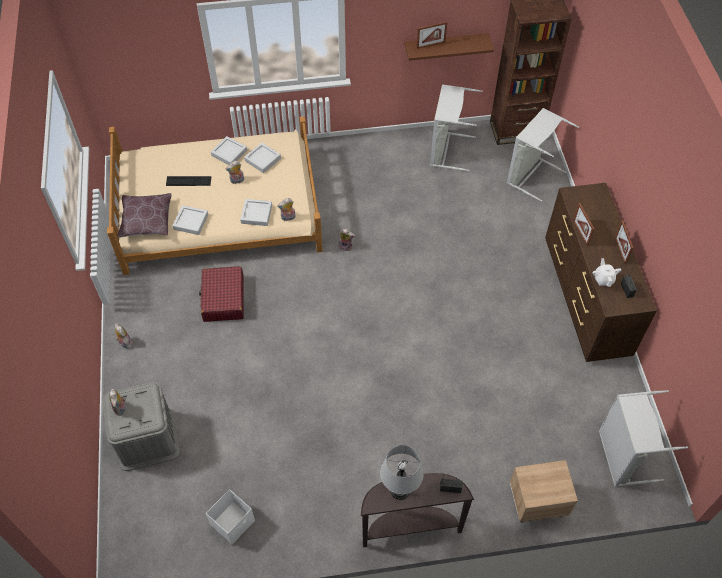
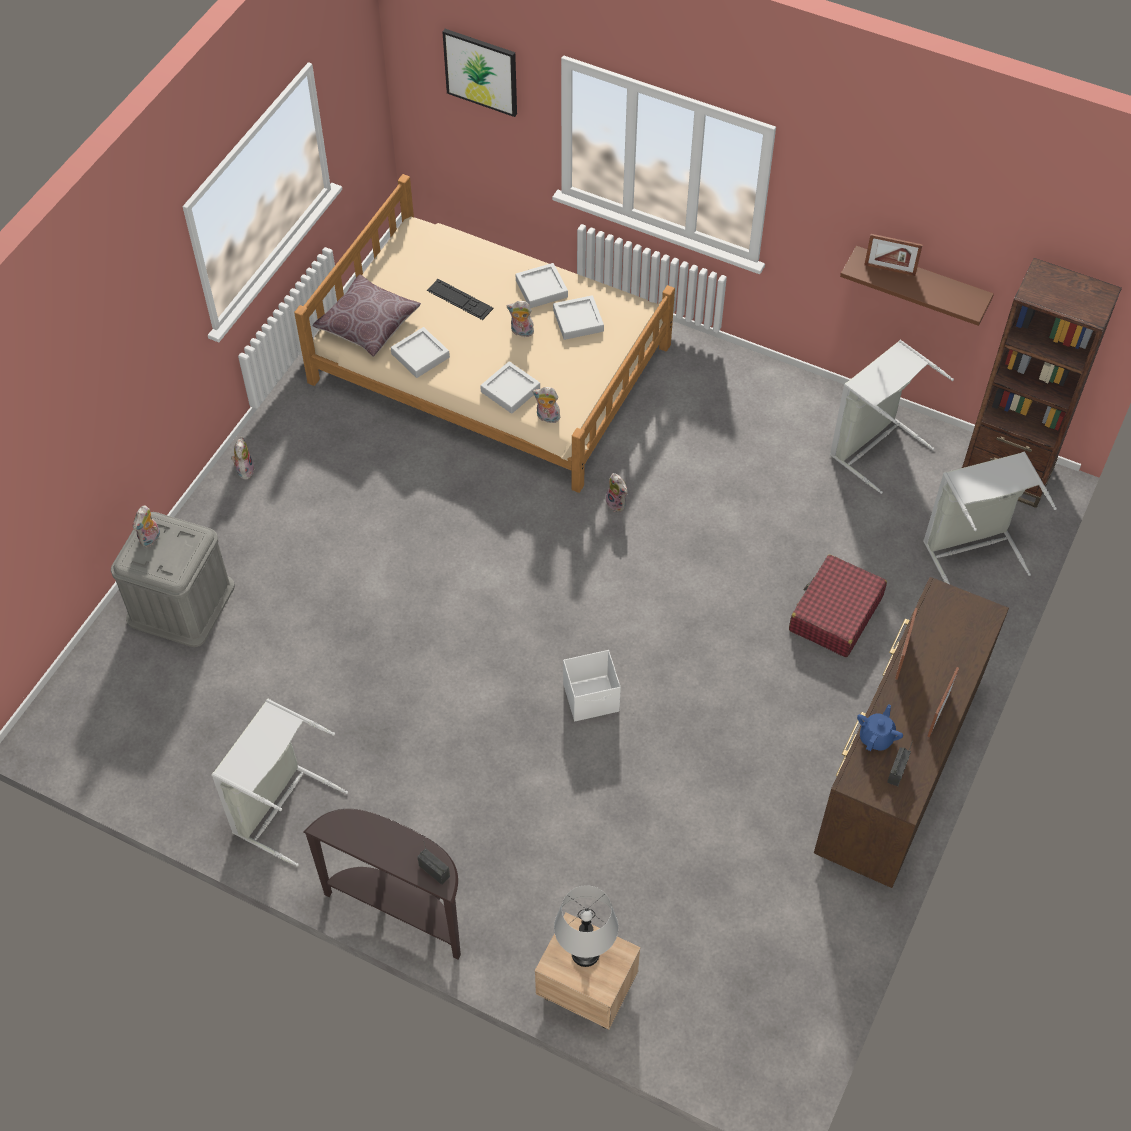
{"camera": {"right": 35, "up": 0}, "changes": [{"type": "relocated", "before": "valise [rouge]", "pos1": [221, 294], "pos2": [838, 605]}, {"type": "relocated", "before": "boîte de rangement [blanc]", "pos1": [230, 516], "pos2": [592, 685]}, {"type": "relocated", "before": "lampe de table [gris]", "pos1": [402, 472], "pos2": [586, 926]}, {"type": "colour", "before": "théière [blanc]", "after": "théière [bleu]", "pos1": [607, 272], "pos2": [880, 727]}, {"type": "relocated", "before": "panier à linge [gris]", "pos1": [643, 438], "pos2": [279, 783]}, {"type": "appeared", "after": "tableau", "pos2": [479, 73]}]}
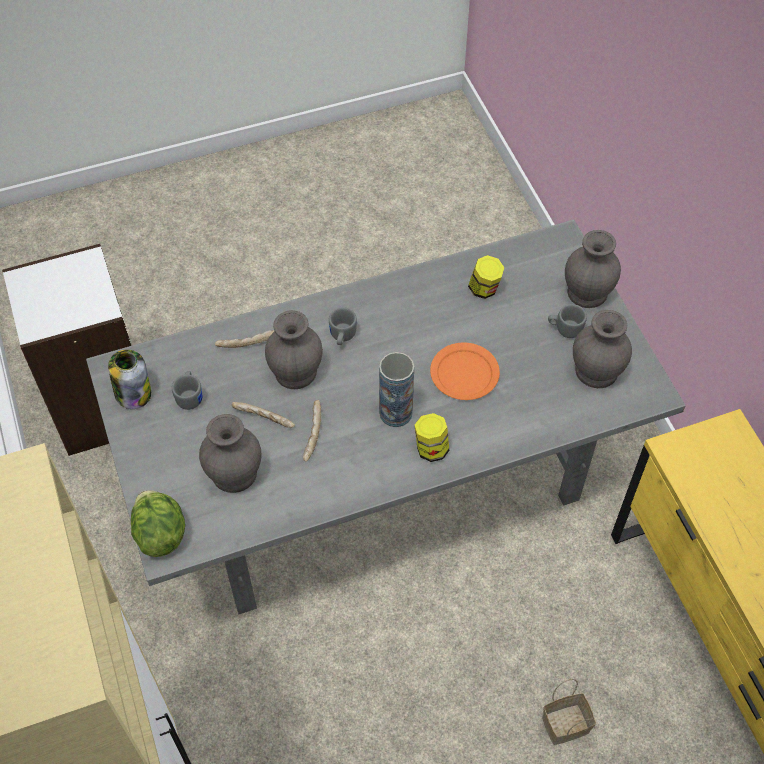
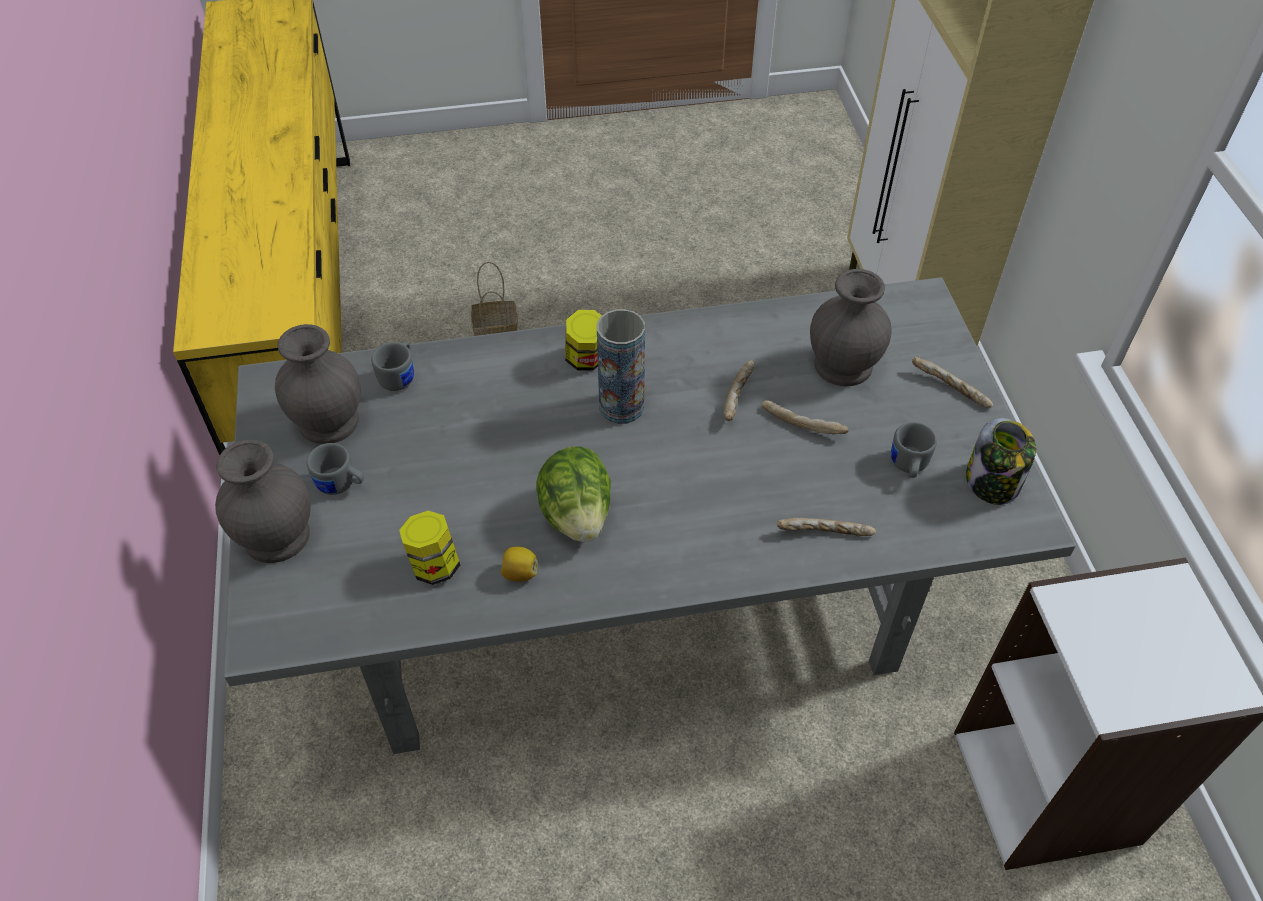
{"camera": {"right": -170, "up": -5}, "changes": [{"type": "relocated", "before": "laitue", "pos1": [158, 523], "pos2": [573, 494]}, {"type": "missing", "before": "vase [gris]", "pos1": [294, 349]}, {"type": "relocated", "before": "mug [gris]", "pos1": [343, 326], "pos2": [392, 366]}, {"type": "missing", "before": "assiette [orange]", "pos1": [465, 371]}, {"type": "appeared", "after": "citron", "pos2": [519, 564]}, {"type": "appeared", "after": "pain", "pos2": [952, 382]}]}
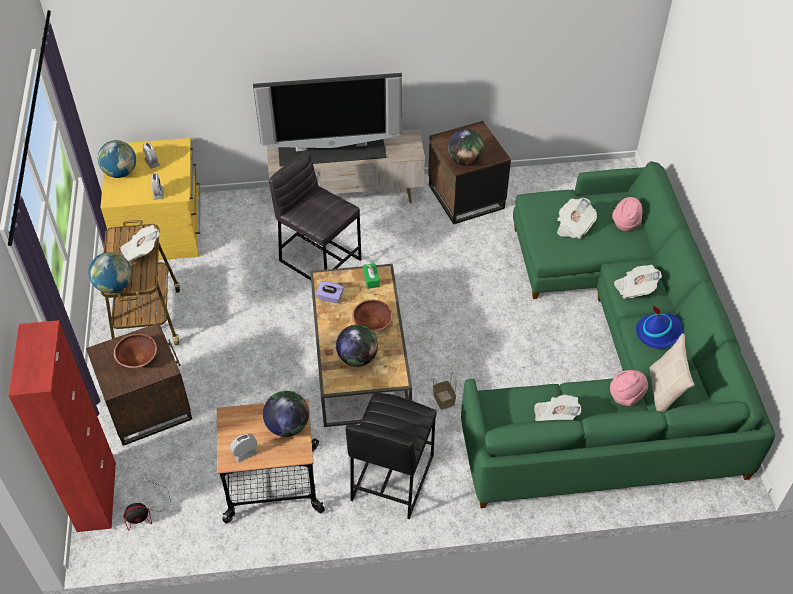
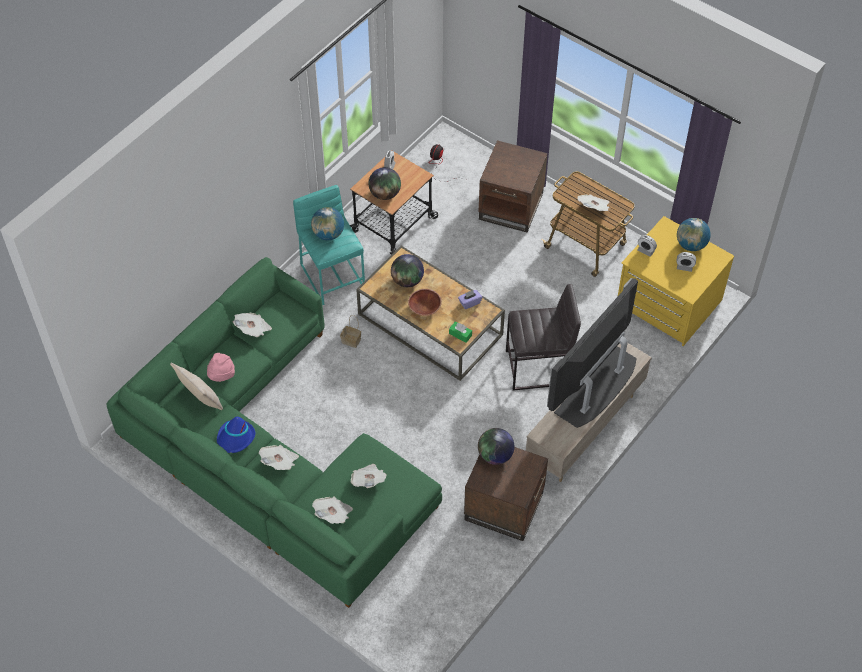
{"camera": {"right": 135, "up": 5}, "changes": [{"type": "missing", "before": "meuble de rangement [rouge]", "pos1": [62, 426]}, {"type": "relocated", "before": "globe", "pos1": [110, 272], "pos2": [327, 223]}, {"type": "missing", "before": "bol [marron]", "pos1": [135, 351]}, {"type": "colour", "before": "tabouret [noir]", "after": "tabouret [turquoise]", "pos1": [391, 455], "pos2": [329, 245]}, {"type": "exchanged", "before": "chapeau [rose]", "after": "journal", "pos1": [627, 214], "pos2": [332, 510]}]}
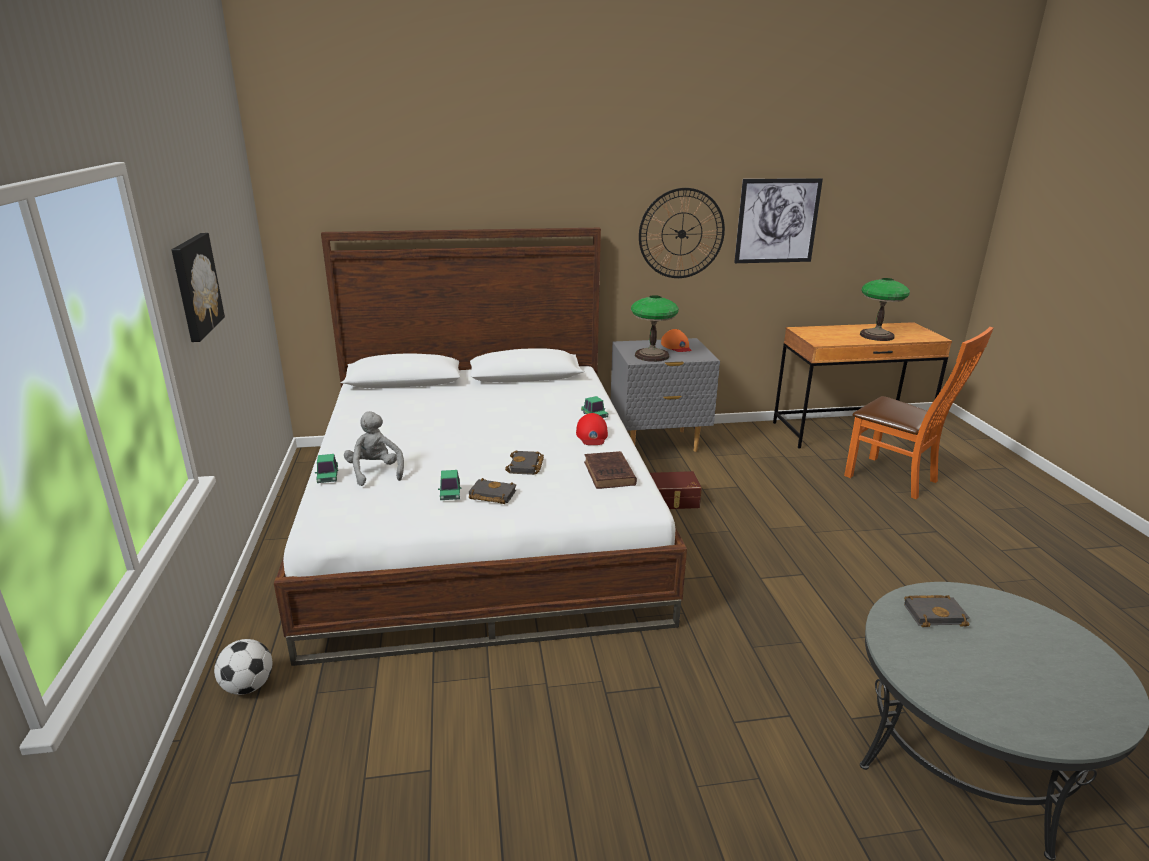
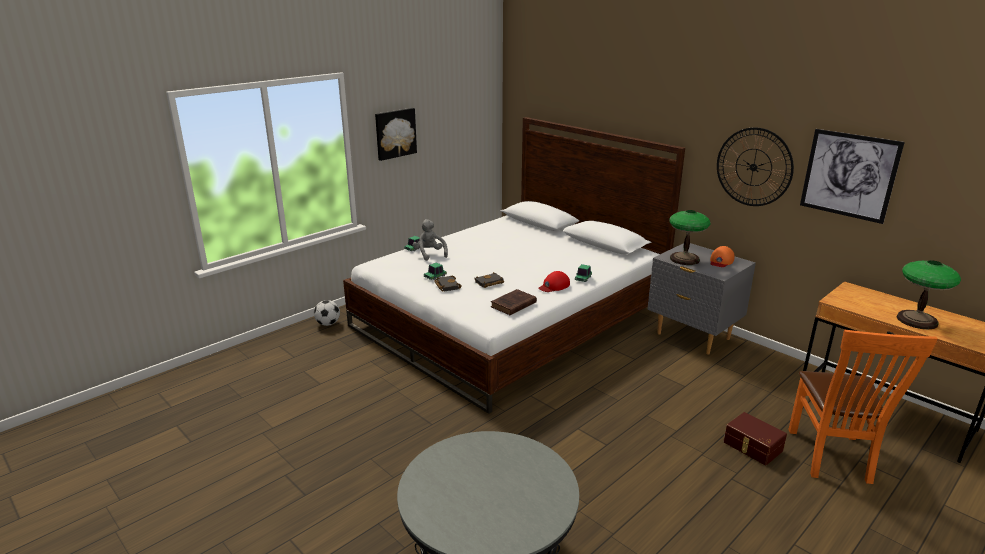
{"camera": {"right": 55, "up": 0}, "changes": [{"type": "spun", "before": "peluche [gris]", "pos1": [374, 448], "pos2": [430, 240], "turn": -60}, {"type": "relocated", "before": "boîte de rangement [marron]", "pos1": [676, 490], "pos2": [755, 438]}, {"type": "missing", "before": "livre [noir]", "pos1": [937, 611]}]}
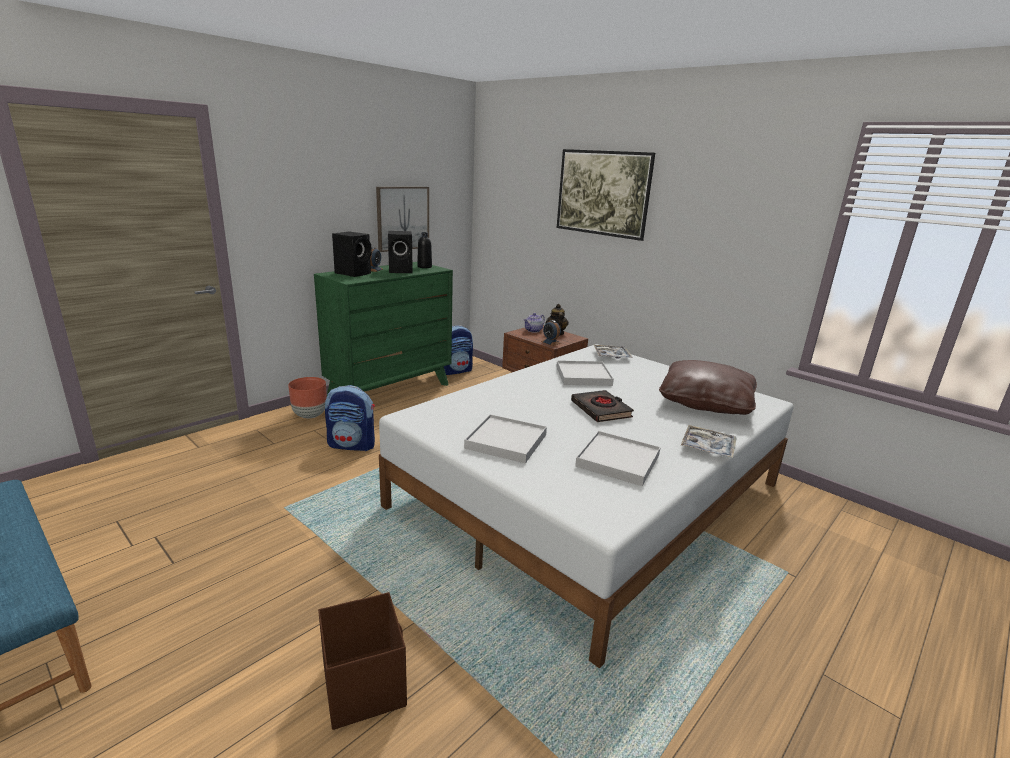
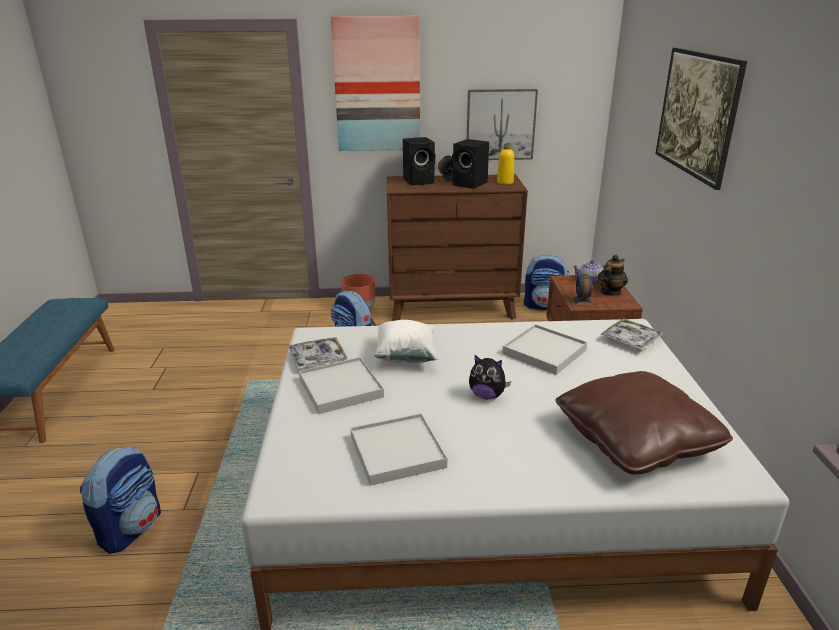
{"camera": {"right": 45, "up": 5}, "changes": [{"type": "colour", "before": "commode [vert]", "after": "commode [marron]", "pos1": [383, 328], "pos2": [457, 247]}, {"type": "exchanged", "before": "boîte de rangement [marron]", "after": "sac à dos", "pos1": [362, 661], "pos2": [120, 500]}, {"type": "colour", "before": "bouteille [noir]", "after": "bouteille [jaune]", "pos1": [424, 250], "pos2": [505, 164]}, {"type": "exchanged", "before": "livre [noir]", "after": "peluche", "pos1": [602, 406], "pos2": [490, 377]}, {"type": "relocated", "before": "plateau", "pos1": [709, 441], "pos2": [318, 353]}, {"type": "appeared", "after": "tableau", "pos2": [375, 83]}, {"type": "appeared", "after": "coussin [blanc]", "pos2": [406, 342]}]}
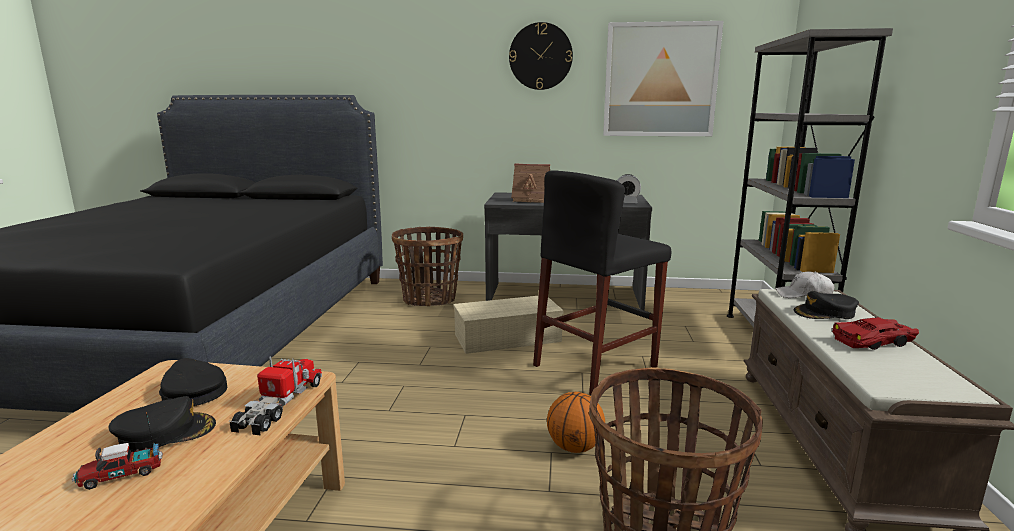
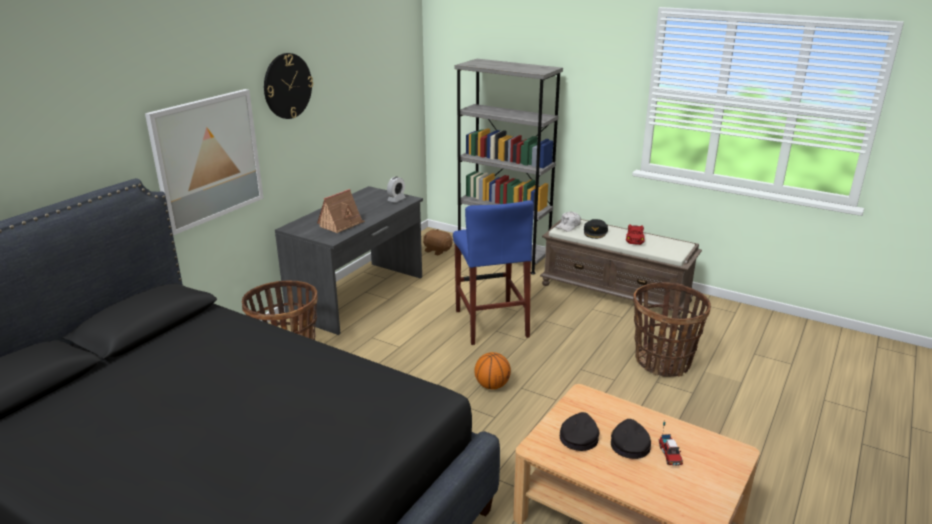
{"camera": {"right": -65, "up": 10}, "changes": [{"type": "spun", "before": "casquette [noir]", "pos1": [193, 382], "pos2": [579, 431], "turn": 135}, {"type": "missing", "before": "camion jouet", "pos1": [275, 396]}, {"type": "missing", "before": "boîte de rangement [beige]", "pos1": [508, 325]}, {"type": "colour", "before": "tabouret [noir]", "after": "tabouret [bleu]", "pos1": [602, 282], "pos2": [493, 272]}, {"type": "relocated", "before": "ballon de basket", "pos1": [576, 422], "pos2": [492, 370]}, {"type": "relocated", "before": "tableau", "pos1": [663, 78], "pos2": [204, 162]}, {"type": "appeared", "after": "peluche [marron]", "pos2": [438, 242]}]}
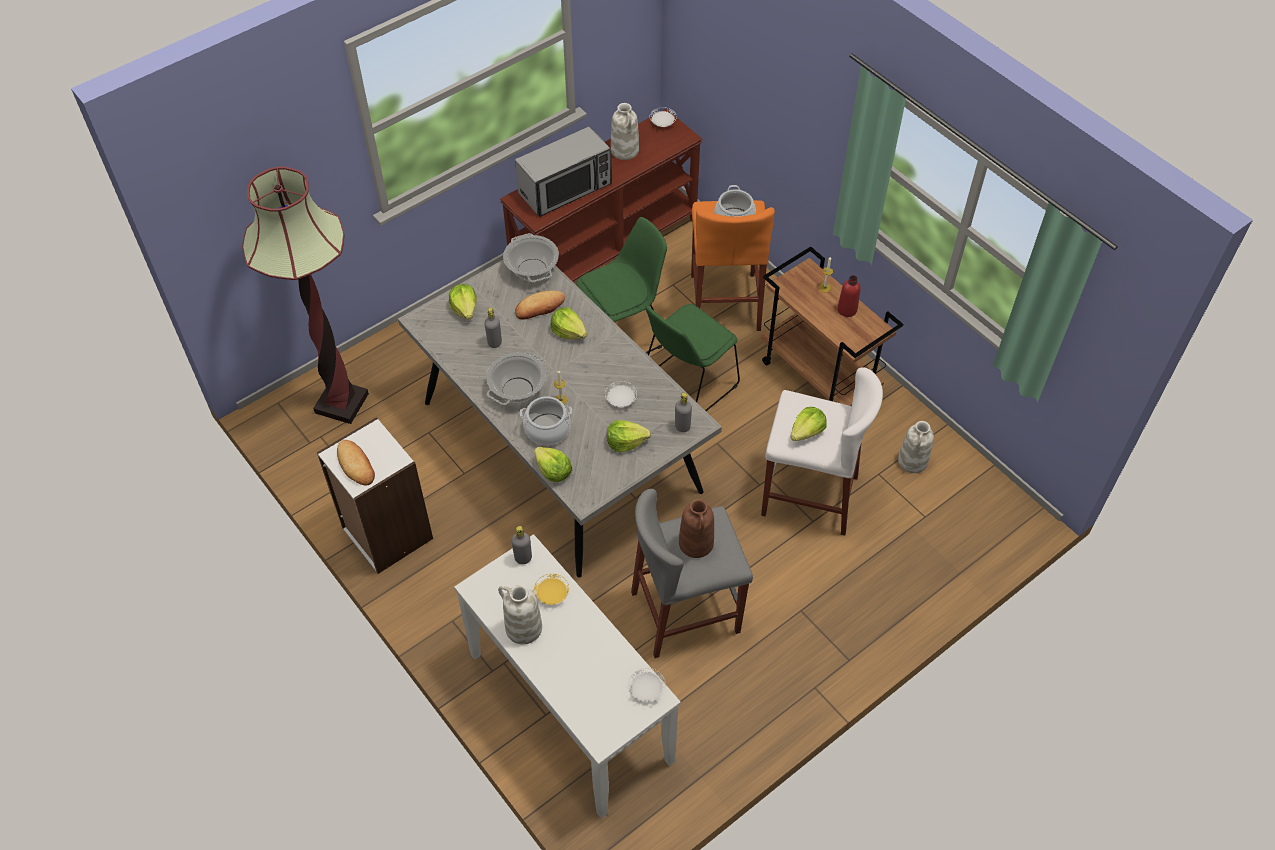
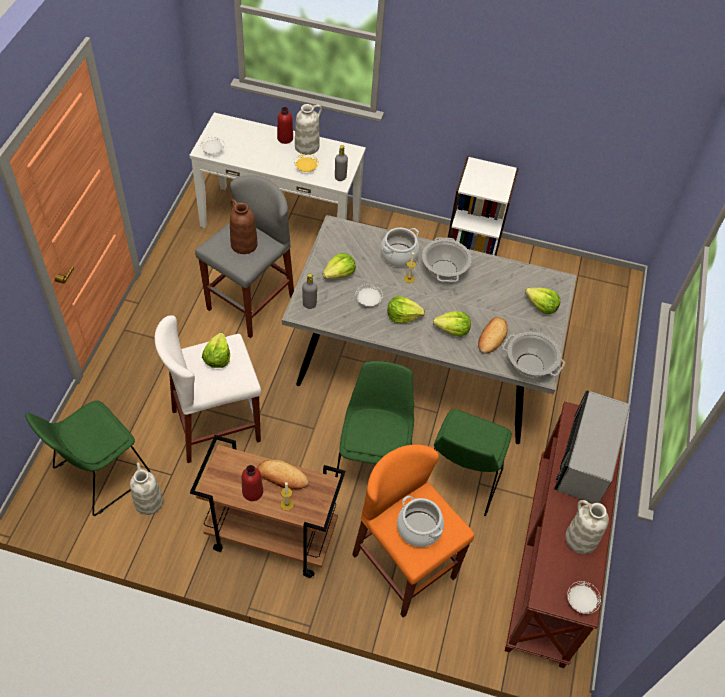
{"camera": {"right": 140, "up": 0}, "changes": [{"type": "missing", "before": "lampadaire", "pos1": [305, 295]}, {"type": "relocated", "before": "pain", "pos1": [356, 463], "pos2": [282, 474]}, {"type": "missing", "before": "bouteille [gris]", "pos1": [493, 328]}, {"type": "relocated", "before": "laitue", "pos1": [553, 464], "pos2": [406, 309]}, {"type": "appeared", "after": "chaise [vert]", "pos2": [87, 458]}, {"type": "appeared", "after": "bouteille [rouge]", "pos2": [285, 125]}]}
